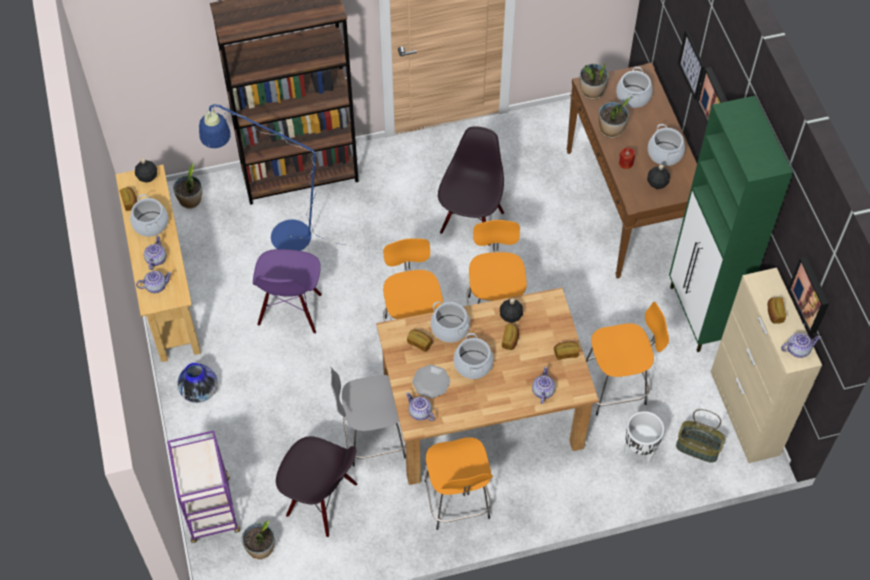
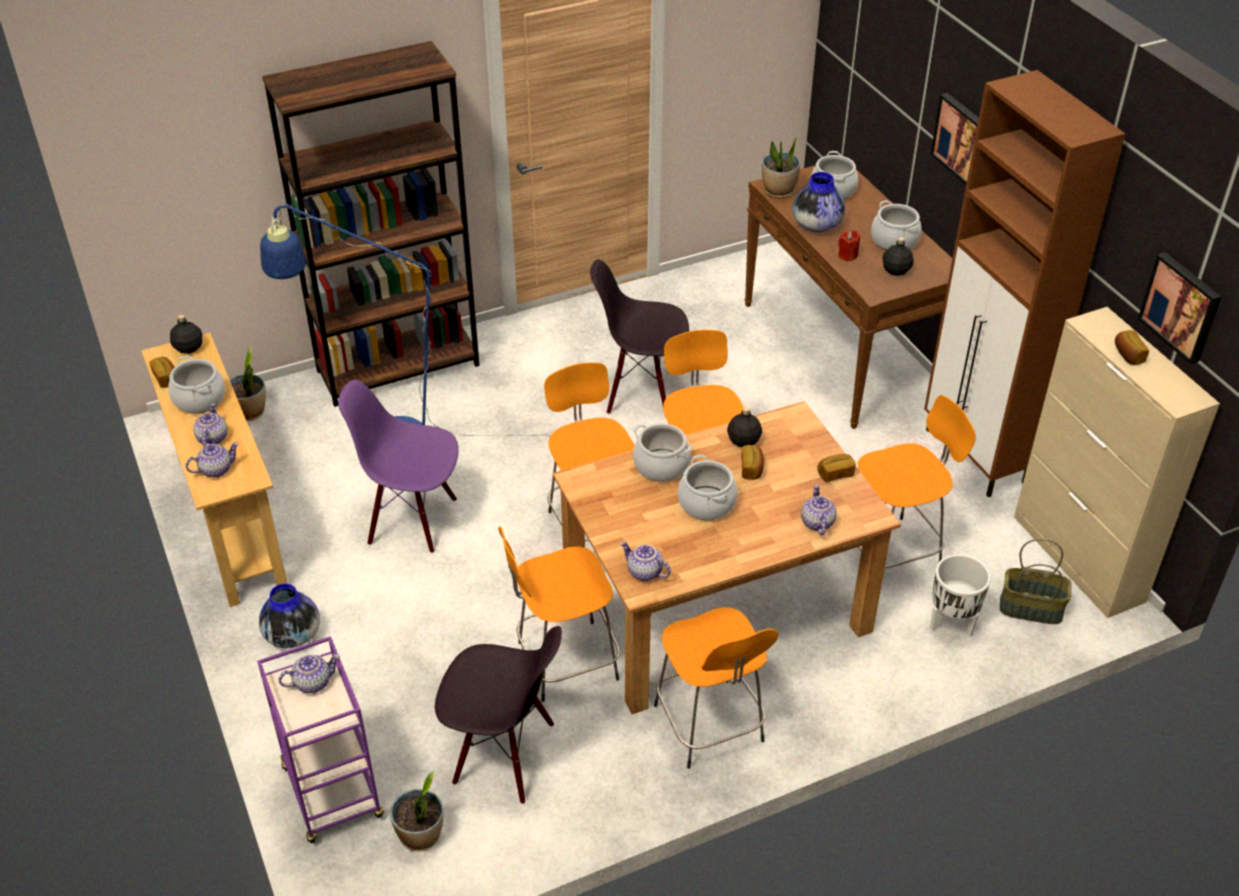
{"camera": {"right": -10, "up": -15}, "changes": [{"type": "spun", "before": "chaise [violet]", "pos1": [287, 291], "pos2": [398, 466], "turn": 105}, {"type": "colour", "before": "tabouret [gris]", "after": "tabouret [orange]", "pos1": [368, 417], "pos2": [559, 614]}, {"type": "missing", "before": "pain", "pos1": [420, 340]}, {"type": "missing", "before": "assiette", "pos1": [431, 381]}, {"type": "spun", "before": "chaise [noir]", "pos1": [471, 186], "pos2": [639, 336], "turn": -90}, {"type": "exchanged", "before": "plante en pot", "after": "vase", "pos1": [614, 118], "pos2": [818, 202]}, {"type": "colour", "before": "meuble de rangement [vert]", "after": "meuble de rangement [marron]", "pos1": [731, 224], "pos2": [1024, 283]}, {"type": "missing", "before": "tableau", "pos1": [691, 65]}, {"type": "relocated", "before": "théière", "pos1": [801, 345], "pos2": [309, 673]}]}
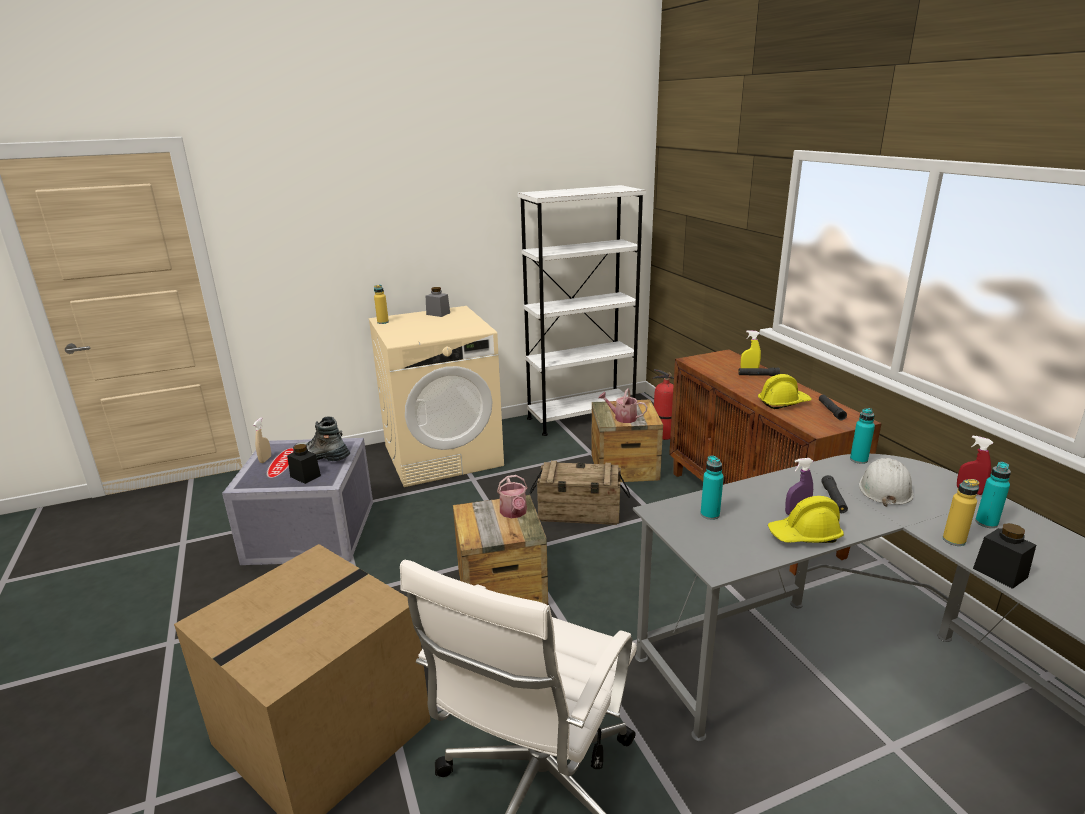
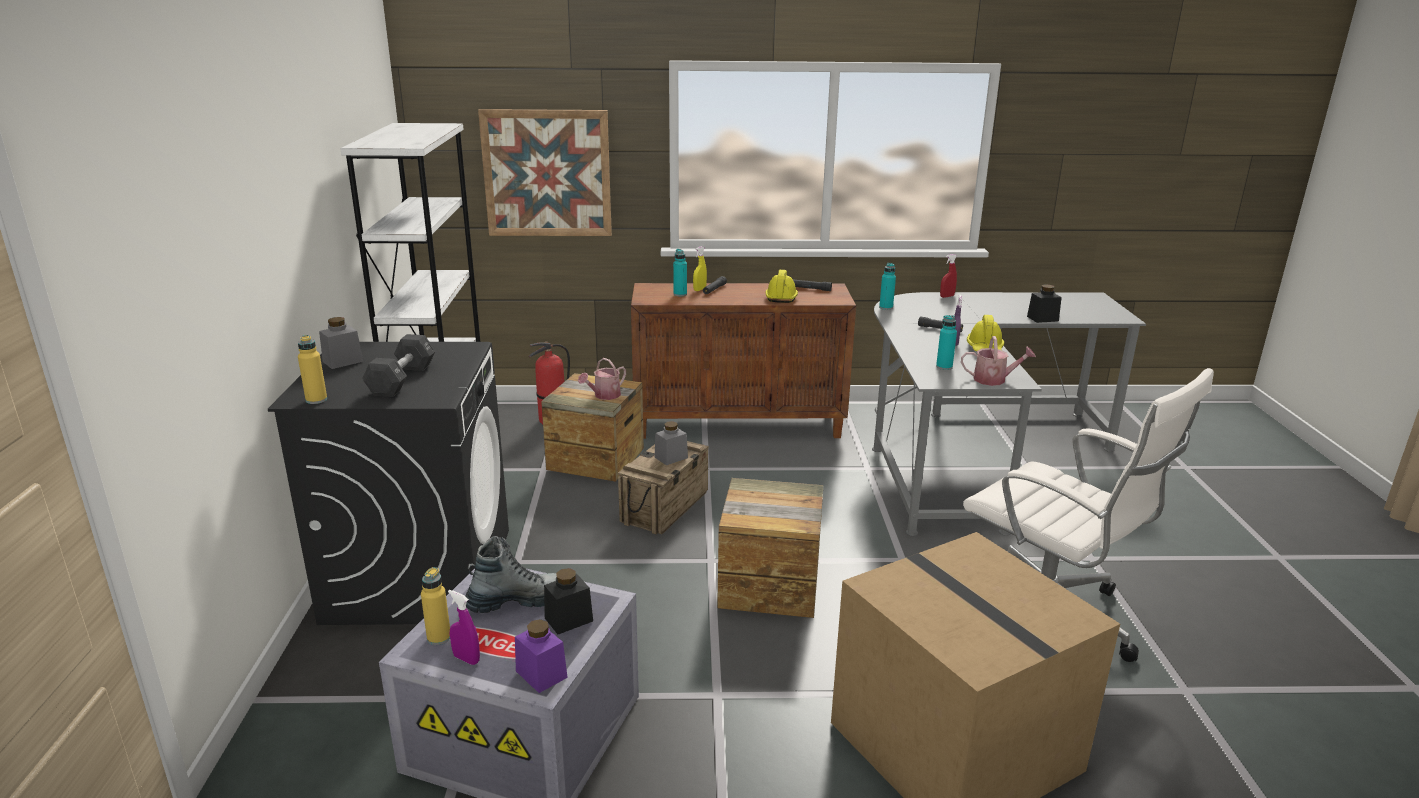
{"camera": {"right": -70, "up": 0}, "changes": [{"type": "colour", "before": "vaporisateur [beige]", "after": "vaporisateur [violet]", "pos1": [262, 440], "pos2": [464, 627]}, {"type": "spun", "before": "botte", "pos1": [321, 438], "pos2": [511, 574], "turn": -150}, {"type": "colour", "before": "lave-linge [beige]", "after": "lave-linge [noir]", "pos1": [436, 396], "pos2": [388, 483]}, {"type": "relocated", "before": "arrosoir", "pos1": [512, 496], "pos2": [998, 361]}, {"type": "missing", "before": "casque de chantier [blanc]", "pos1": [886, 482]}, {"type": "relocated", "before": "bouteille [jaune]", "pos1": [961, 512], "pos2": [435, 606]}, {"type": "relocated", "before": "bouteille [turquoise]", "pos1": [993, 495], "pos2": [680, 272]}, {"type": "appeared", "after": "haltère [noir]", "pos2": [399, 365]}, {"type": "appeared", "after": "tableau", "pos2": [545, 172]}, {"type": "appeared", "after": "bocal [violet]", "pos2": [541, 656]}, {"type": "appeared", "after": "bocal [gris]", "pos2": [671, 443]}]}
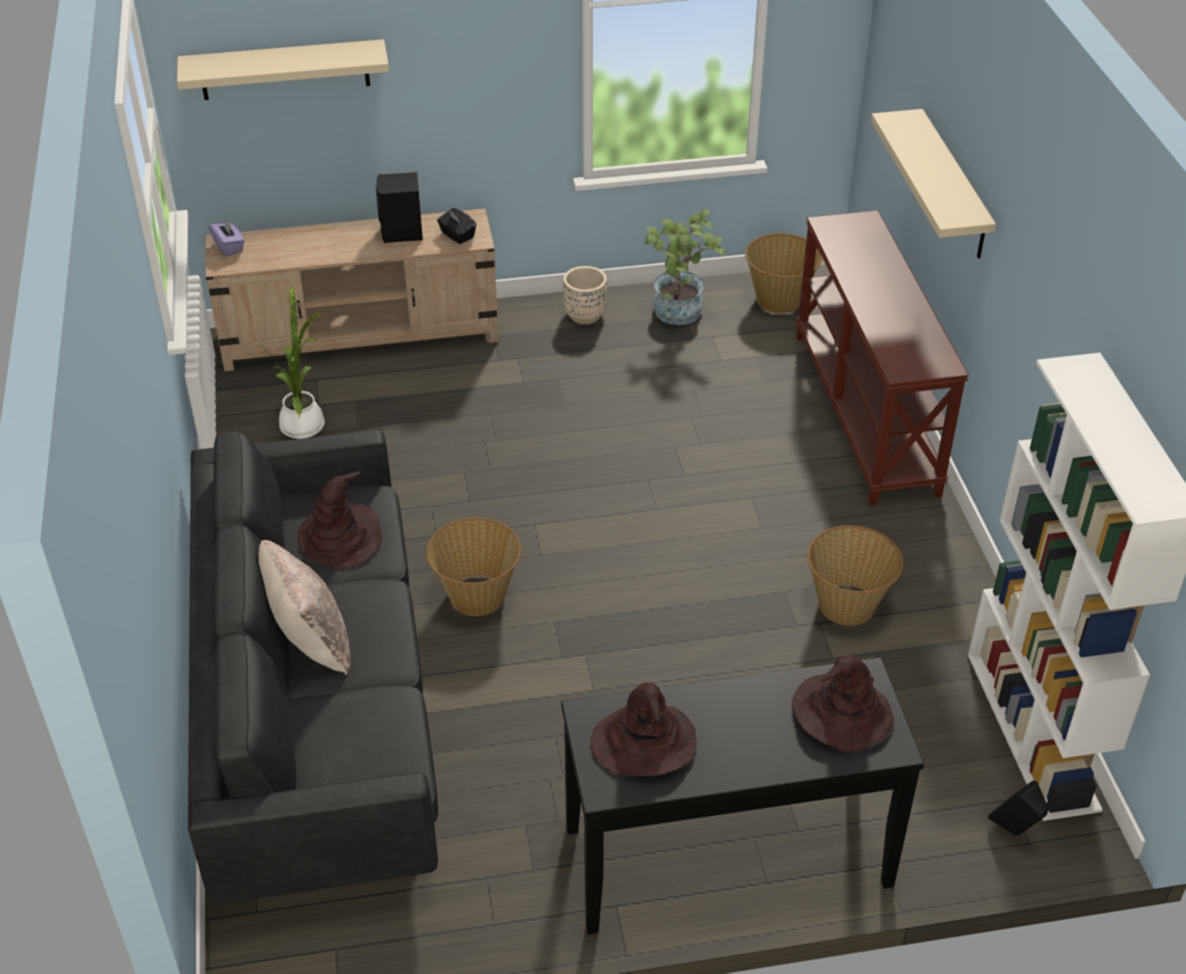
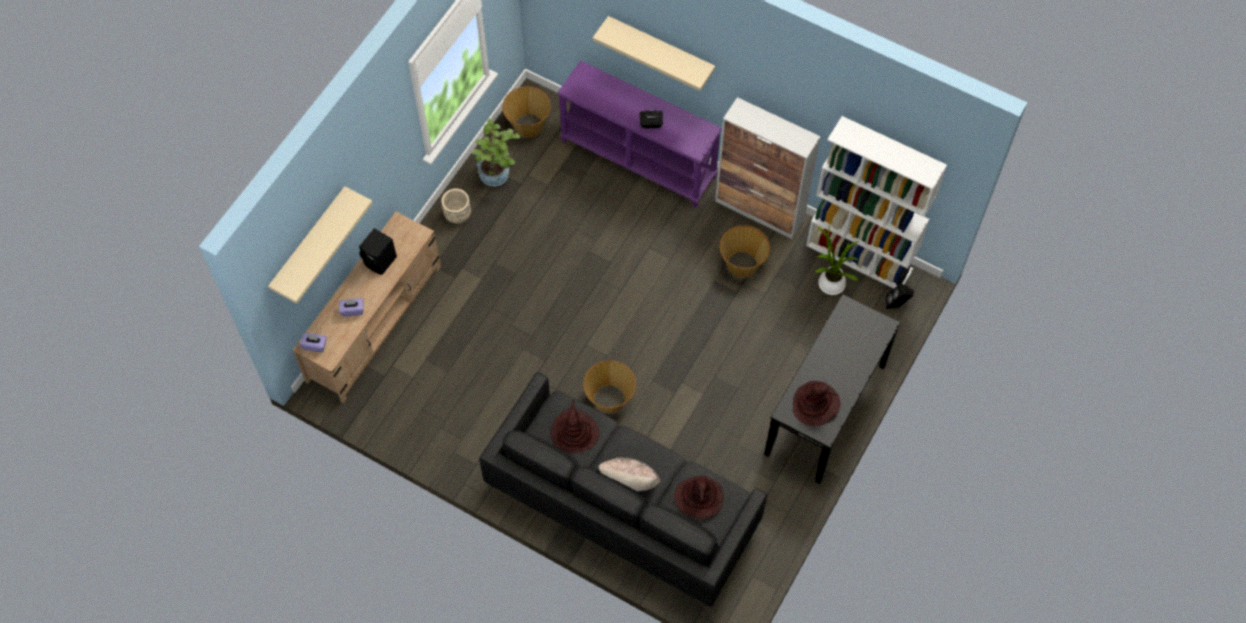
{"camera": {"right": -50, "up": 20}, "changes": [{"type": "relocated", "before": "plante en pot", "pos1": [291, 362], "pos2": [836, 259]}, {"type": "relocated", "before": "boîte à mouchoirs [noir]", "pos1": [456, 226], "pos2": [651, 119]}, {"type": "relocated", "before": "chapeau [marron]", "pos1": [843, 704], "pos2": [699, 497]}, {"type": "colour", "before": "table console [marron]", "after": "table console [violet]", "pos1": [882, 358], "pos2": [639, 134]}, {"type": "appeared", "after": "boîte à mouchoirs [violet]", "pos2": [351, 308]}, {"type": "appeared", "after": "meuble de rangement", "pos2": [768, 168]}]}
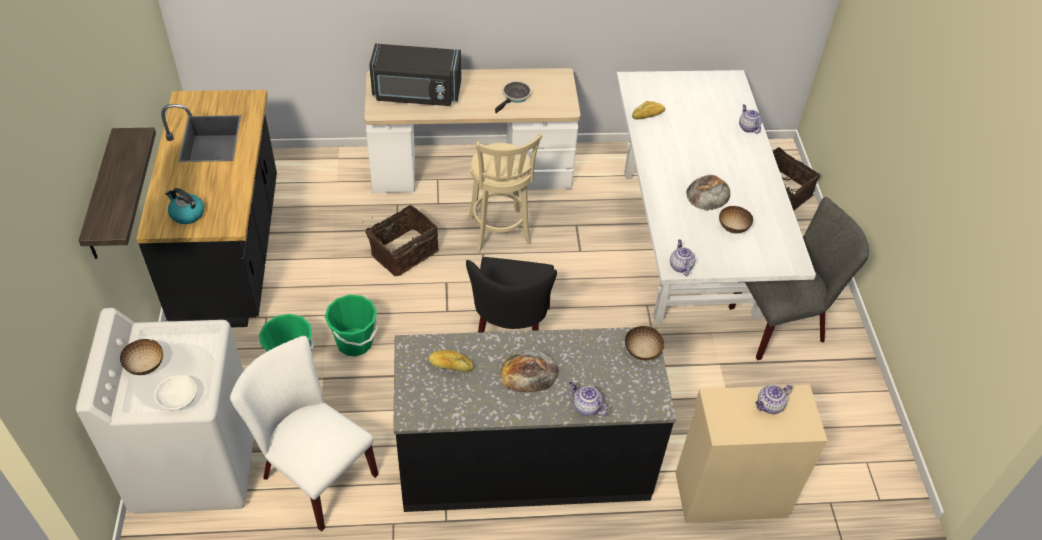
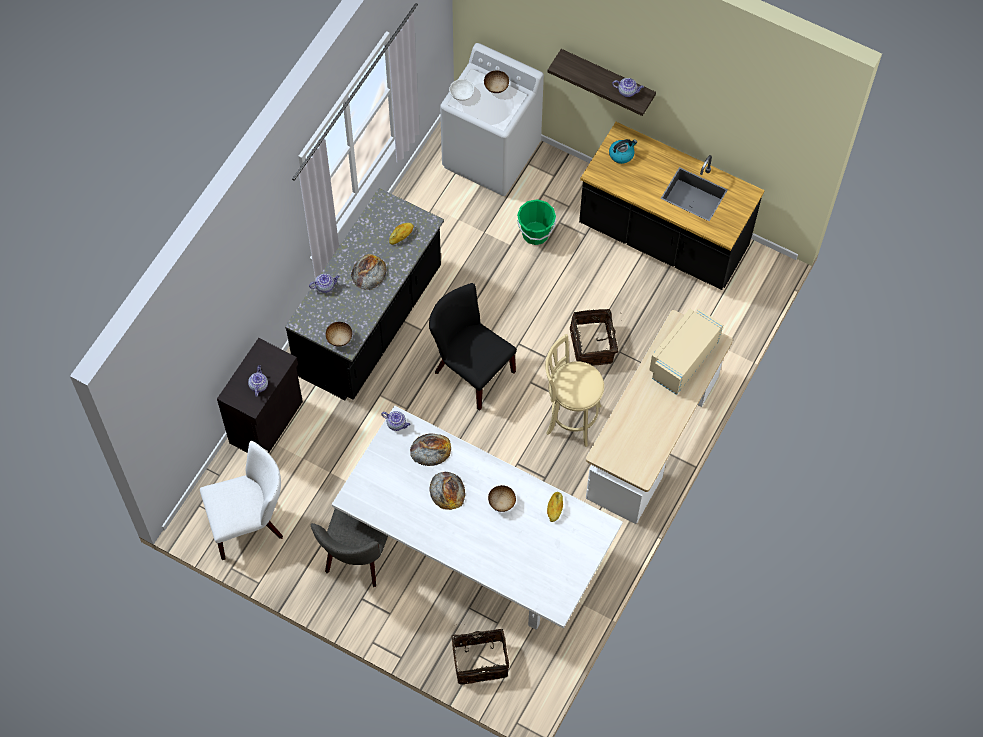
{"camera": {"right": 125, "up": 15}, "changes": [{"type": "relocated", "before": "chaise [blanc]", "pos1": [304, 434], "pos2": [241, 500]}, {"type": "missing", "before": "seau [vert]", "pos1": [351, 325]}, {"type": "colour", "before": "micro-ondes [noir]", "after": "micro-ondes [beige]", "pos1": [415, 75], "pos2": [686, 352]}, {"type": "missing", "before": "poêle", "pos1": [513, 97]}, {"type": "colour", "before": "meuble de rangement [beige]", "after": "meuble de rangement [noir]", "pos1": [751, 454], "pos2": [260, 395]}, {"type": "relocated", "before": "bol", "pos1": [736, 219], "pos2": [502, 498]}, {"type": "relocated", "before": "théière", "pos1": [750, 119], "pos2": [628, 87]}, {"type": "appeared", "after": "pain", "pos2": [430, 449]}]}
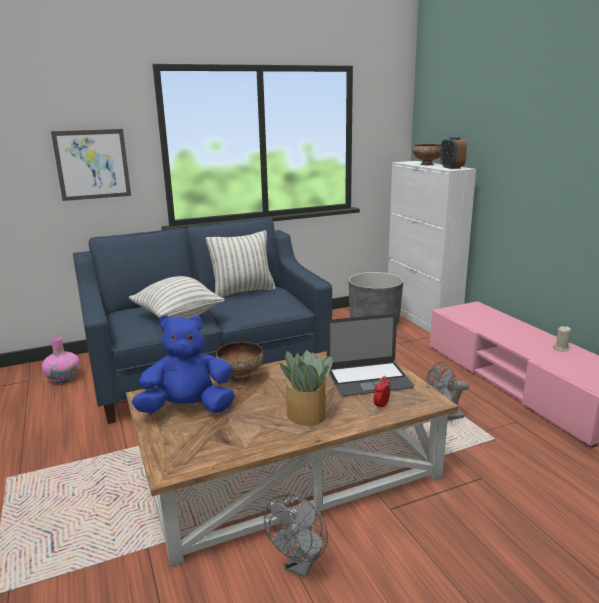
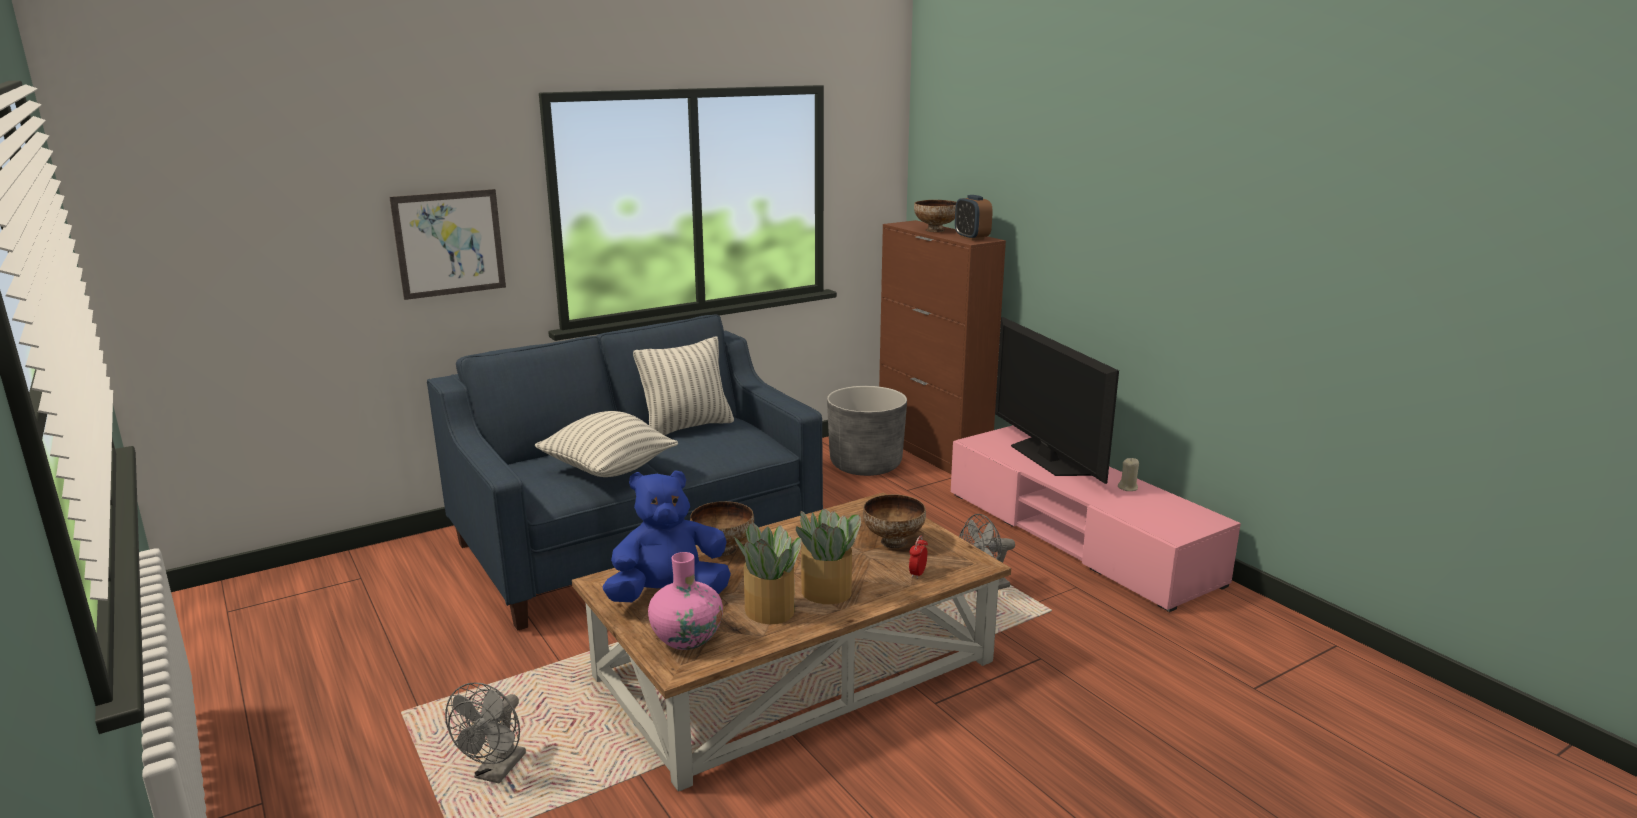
{"camera": {"right": -10, "up": 0}, "changes": [{"type": "relocated", "before": "vase [rose]", "pos1": [61, 360], "pos2": [685, 601]}, {"type": "relocated", "before": "ventilateur [gris]", "pos1": [296, 535], "pos2": [485, 733]}, {"type": "exchanged", "before": "ordinateur portable", "after": "bol", "pos1": [370, 355], "pos2": [894, 521]}, {"type": "colour", "before": "meuble de rangement [blanc]", "after": "meuble de rangement [marron]", "pos1": [432, 247], "pos2": [942, 347]}, {"type": "appeared", "after": "plante en pot", "pos2": [768, 573]}, {"type": "appeared", "after": "téléviseur", "pos2": [1057, 400]}]}
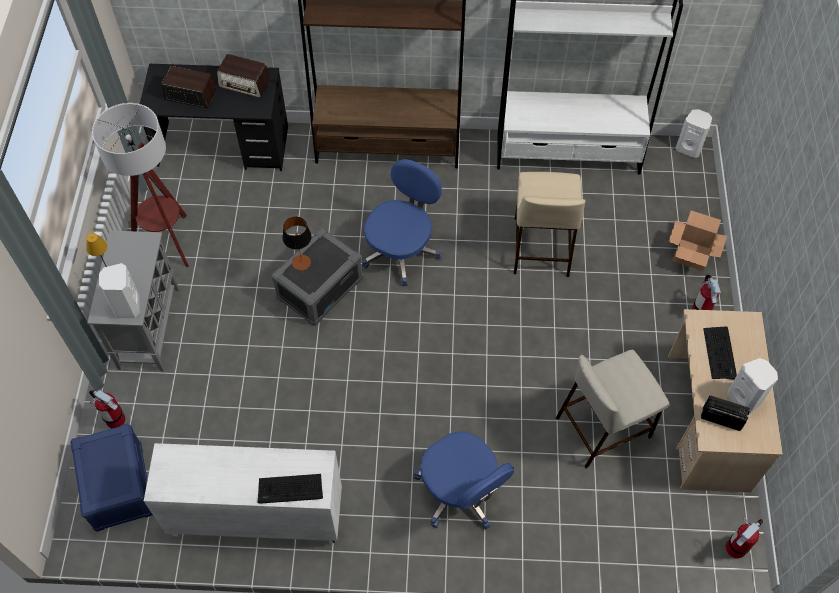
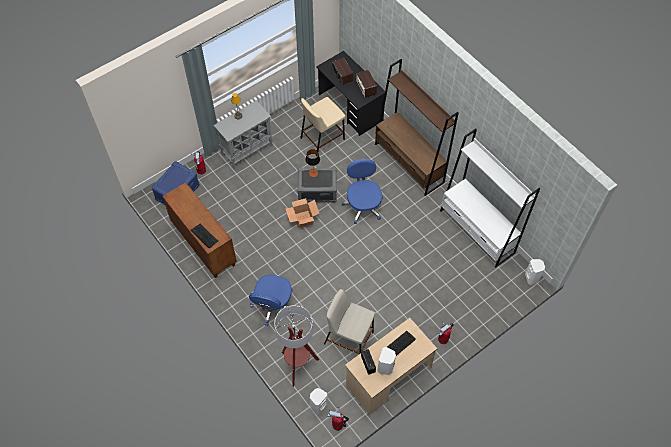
{"camera": {"right": 50, "up": 0}, "changes": [{"type": "relocated", "before": "lampadaire", "pos1": [140, 185], "pos2": [296, 346]}, {"type": "relocated", "before": "enceinte [blanc]", "pos1": [119, 290], "pos2": [319, 401]}, {"type": "colour", "before": "meuble de rangement [blanc]", "after": "meuble de rangement [marron]", "pos1": [243, 493], "pos2": [199, 230]}, {"type": "spun", "before": "chaise de bureau [bleu]", "pos1": [402, 222], "pos2": [362, 191], "turn": -90}, {"type": "relocated", "before": "tabouret [beige]", "pos1": [550, 224], "pos2": [323, 126]}, {"type": "relocated", "before": "carton", "pos1": [697, 241], "pos2": [302, 213]}]}
